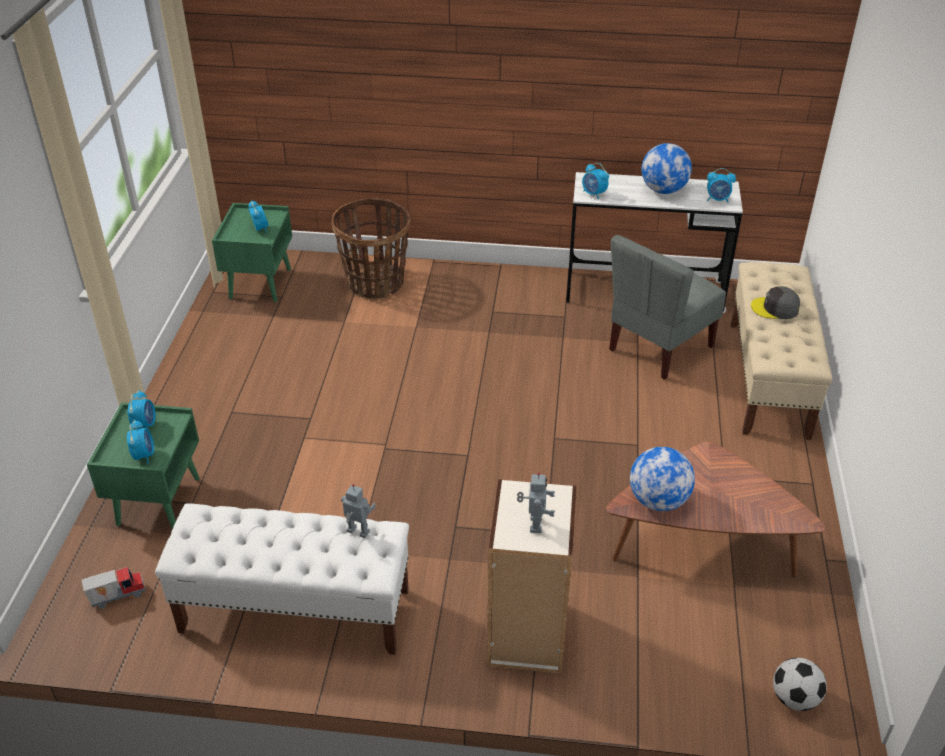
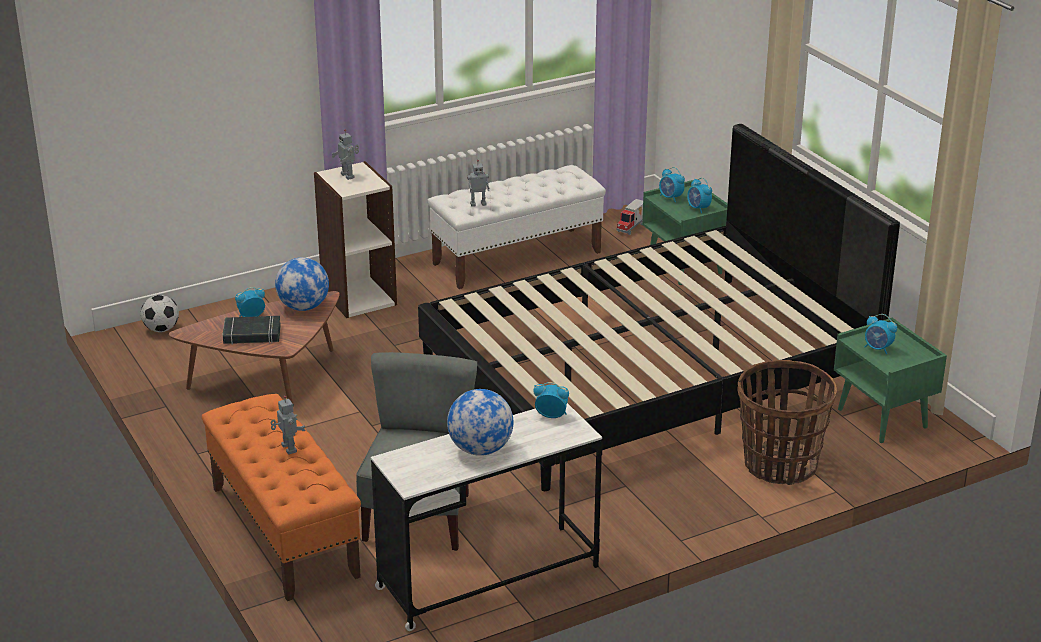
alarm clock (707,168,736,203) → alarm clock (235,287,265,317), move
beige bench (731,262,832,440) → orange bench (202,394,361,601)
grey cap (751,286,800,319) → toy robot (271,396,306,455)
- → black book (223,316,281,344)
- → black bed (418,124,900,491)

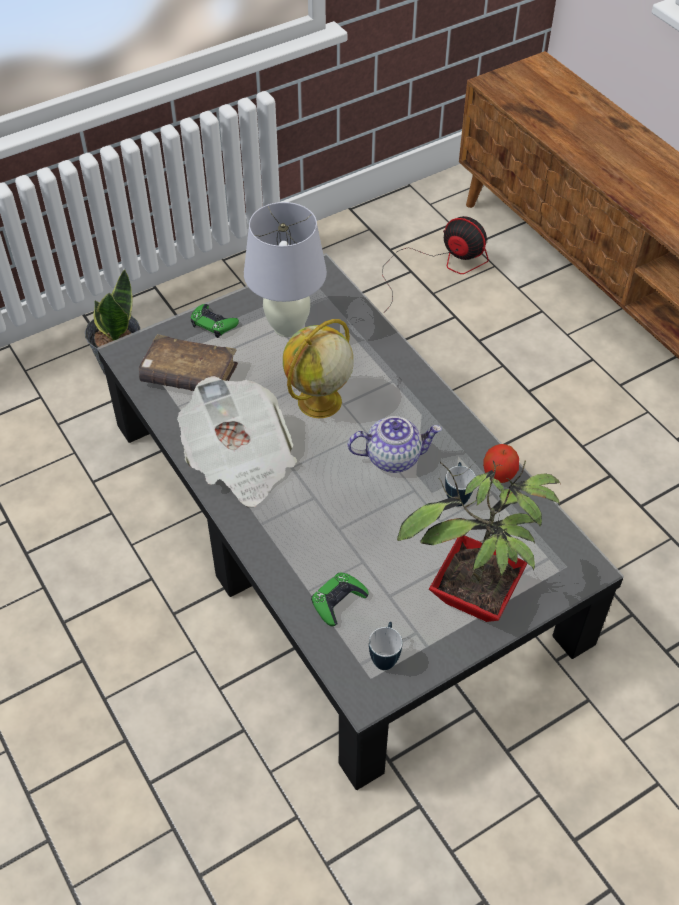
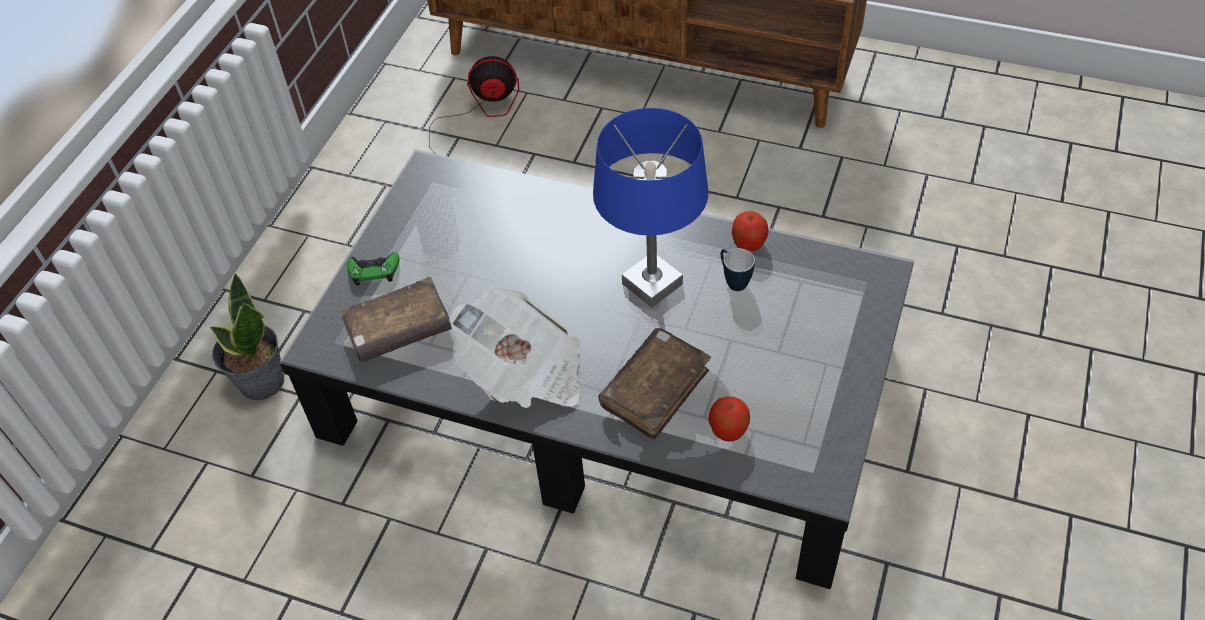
white table lamp (244,202,327,337) → -
globe (283,319,354,418) → -
green game controller (311,572,368,626) → apple (709,396,750,442)
teapot (348,416,442,473) → blue table lamp (593,108,709,308)
mug (369,622,402,670) → -
potted plant (397,460,561,622) → -
- → brown book (598,328,711,441)

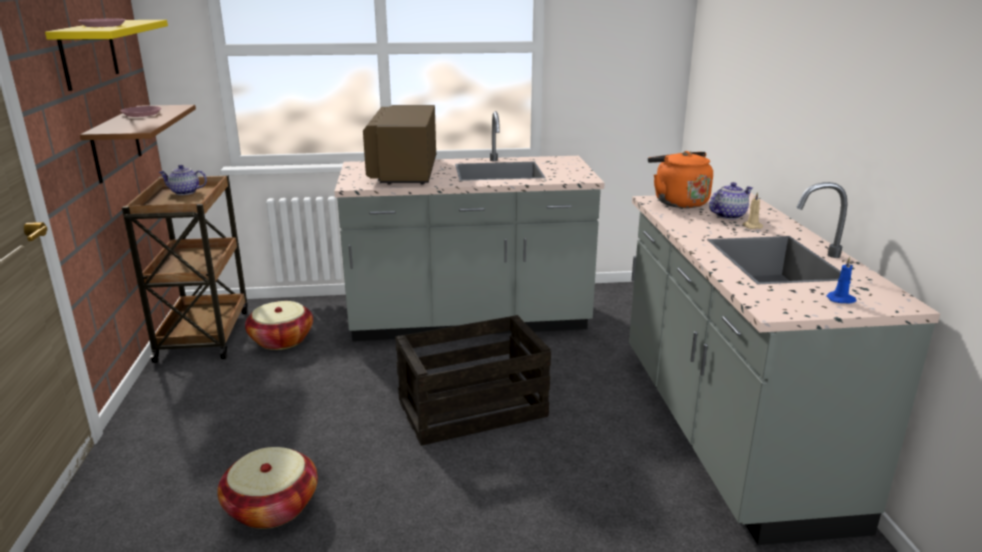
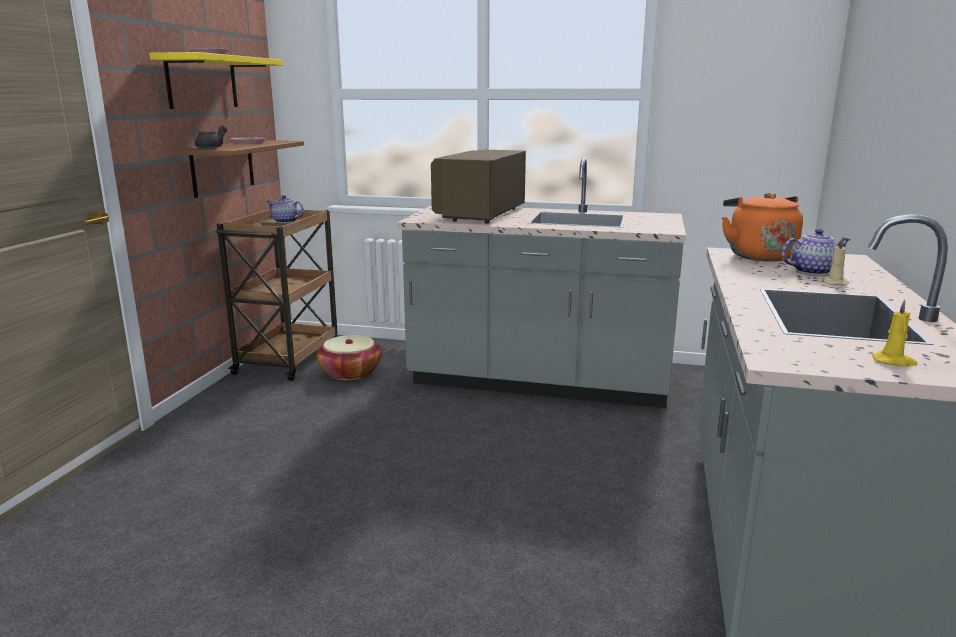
basket (217,447,318,529) → -
crate (395,315,551,446) → -
blue candle (827,257,856,303) → yellow candle (872,300,917,367)
- → grey teapot (195,126,227,149)

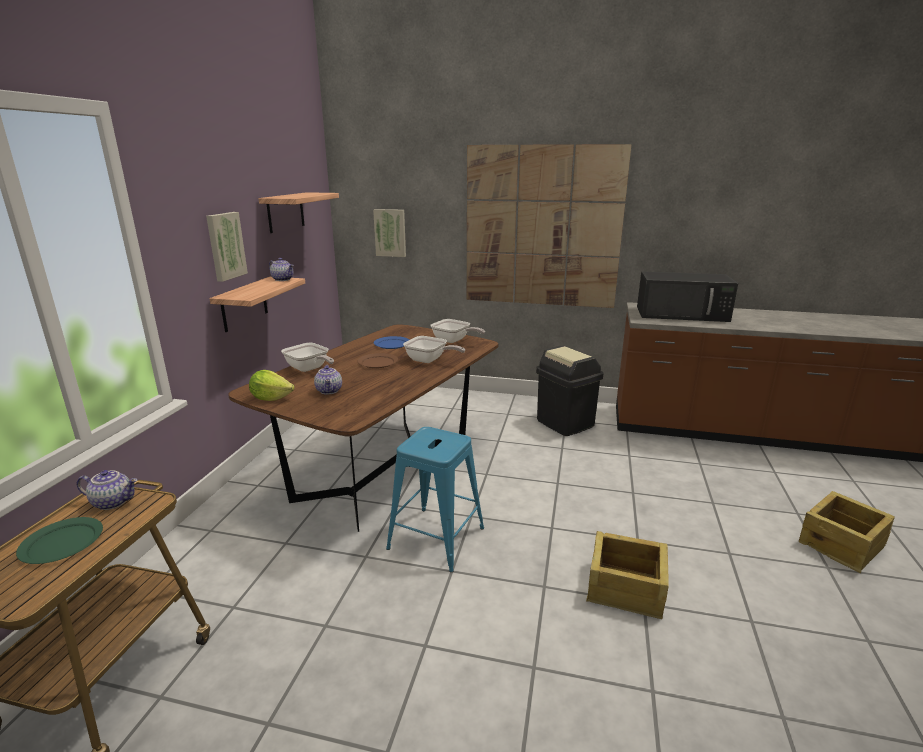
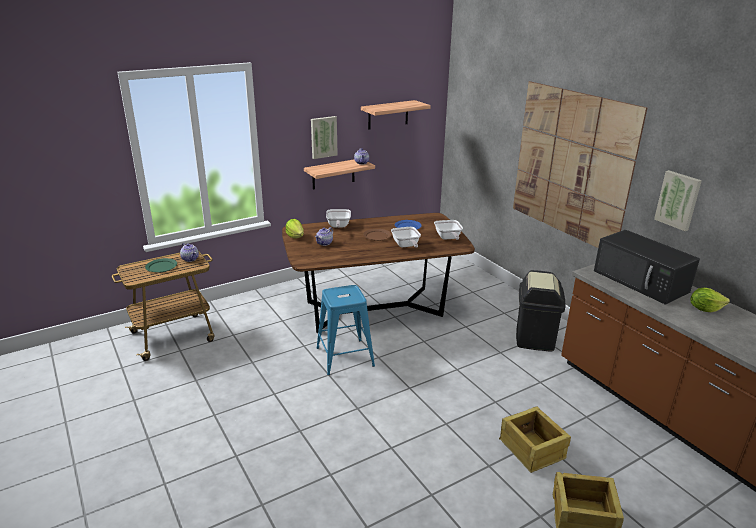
picture (373,209,406,257) → picture (654,170,702,231), move
crate (586,531,669,619) → crate (499,406,571,473), move
- → lettuce (690,288,730,312)

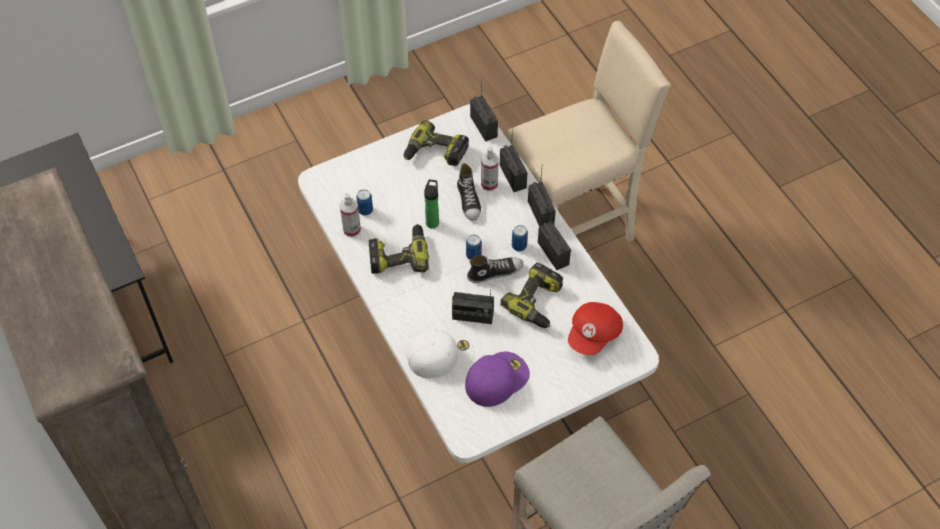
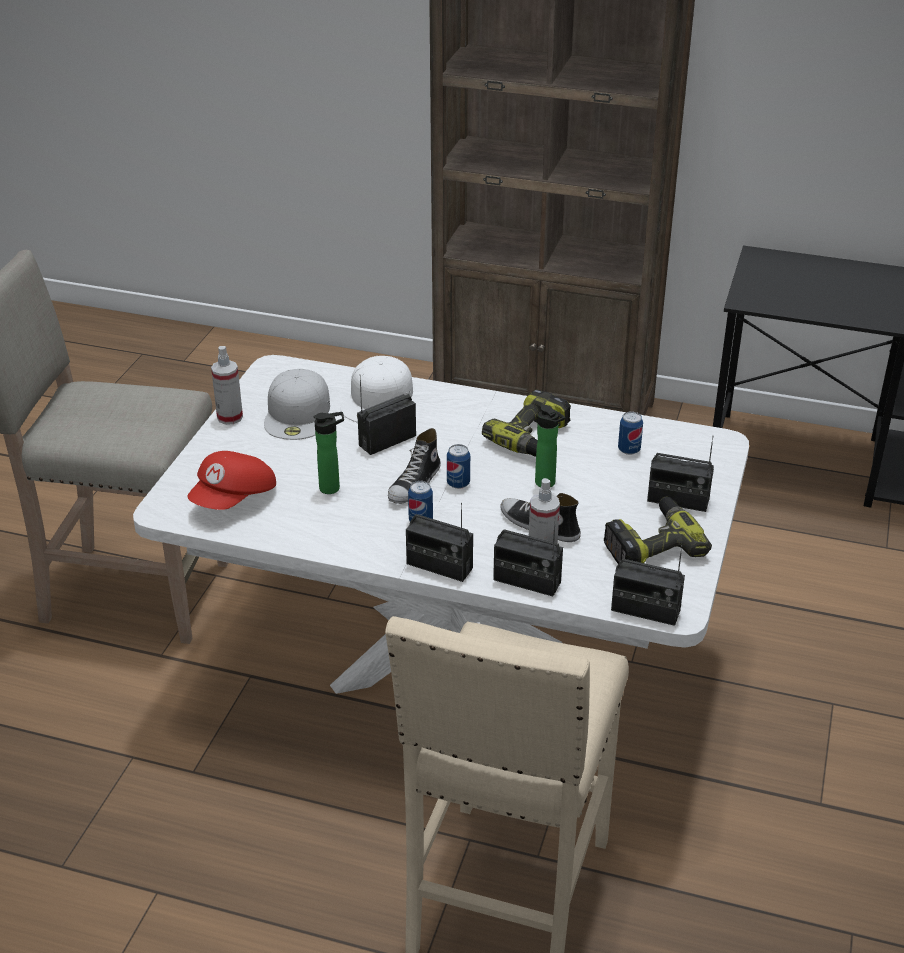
spray bottle (339,193,361,237) → spray bottle (211,346,243,425), move
purple cap (465,352,530,407) → white cap (264,369,330,440)
power drill (500,263,563,328) → bottle (313,412,344,494)
radio (538,205,571,270) → radio (647,436,714,512), move
red cap (568,302,623,355) → red cap (187,451,276,510), 135 degrees counterclockwise

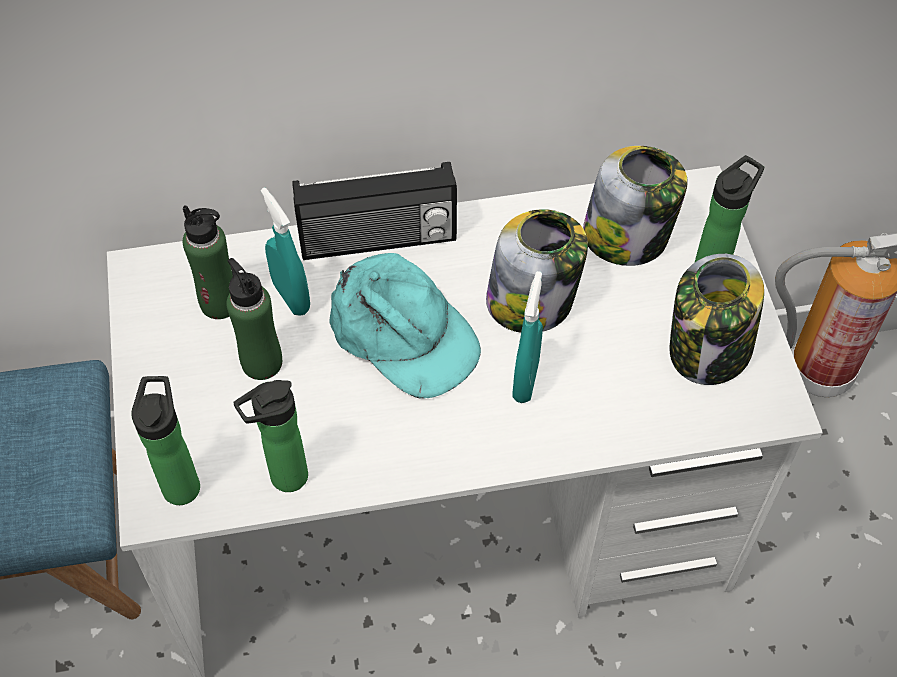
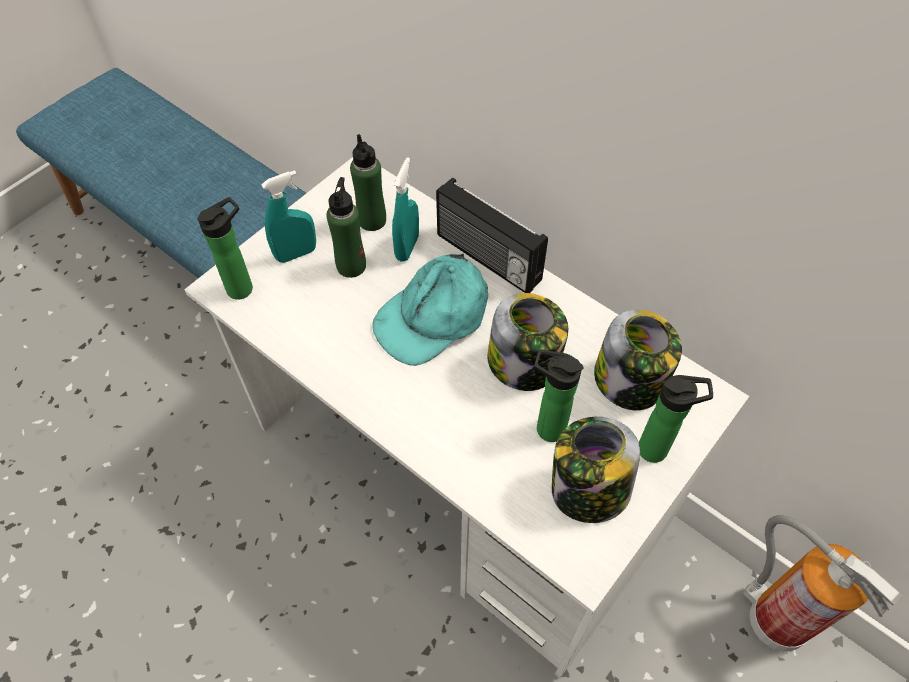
bottle (233,380,308,492) → bottle (534,349,584,442), move
turquoise cap (330,253,481,398) → turquoise cap (372,254,488,366), 45 degrees clockwise
turquoise spray bottle (512,271,543,403) → turquoise spray bottle (261,170,316,263), move

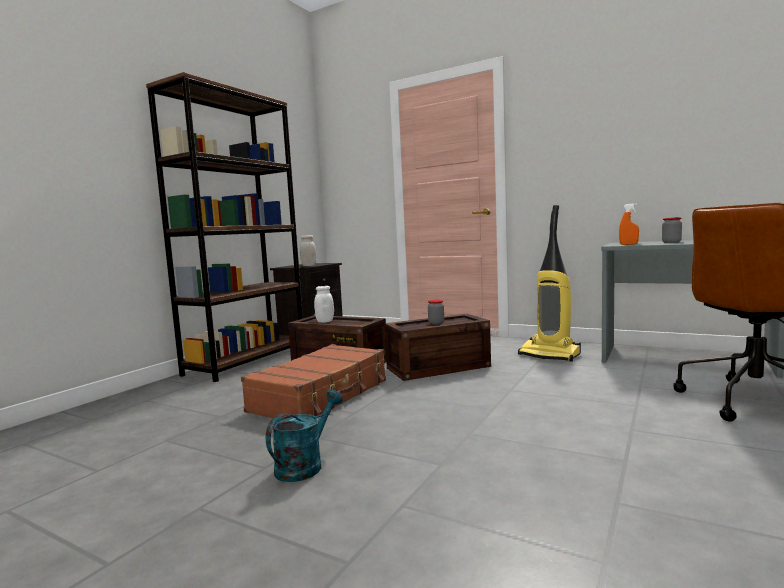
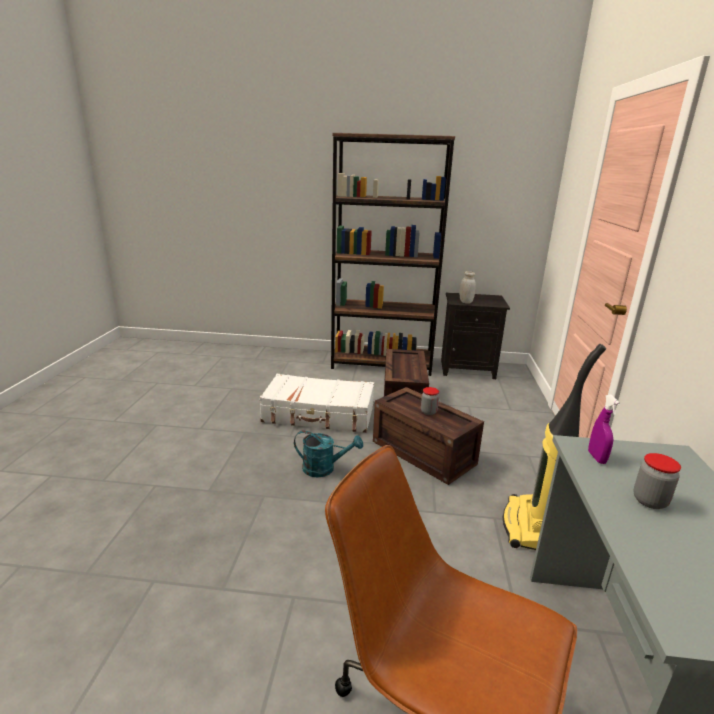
brown suitcase (241,344,386,419) → white suitcase (259,374,374,433)
turquoise watering can (266,389,343,482) → turquoise watering can (294,431,363,478), move
white jar (314,286,334,323) → -
orange spray bottle (619,203,639,245) → purple spray bottle (588,395,620,464)

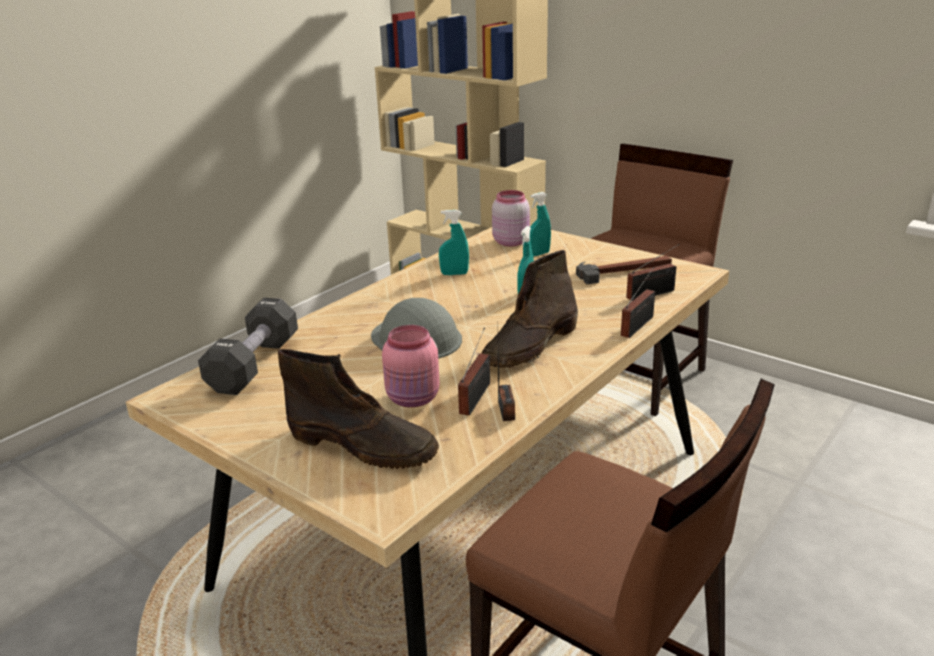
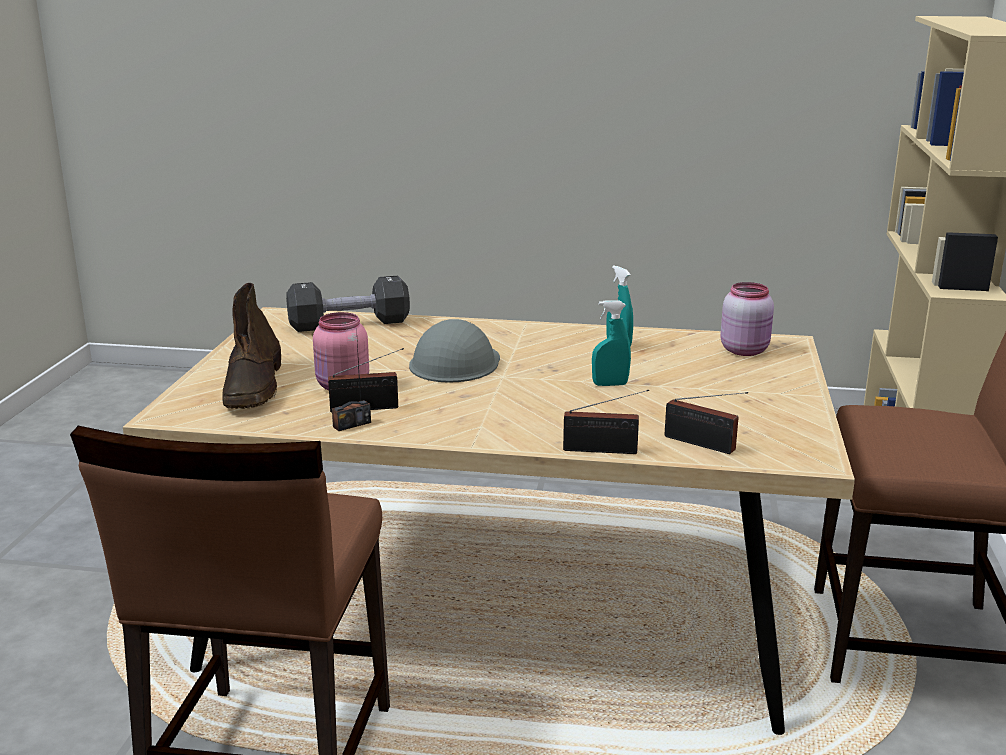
brown boot (481,250,578,368) → -
turquoise spray bottle (530,192,551,257) → -
hammer (576,256,672,284) → -

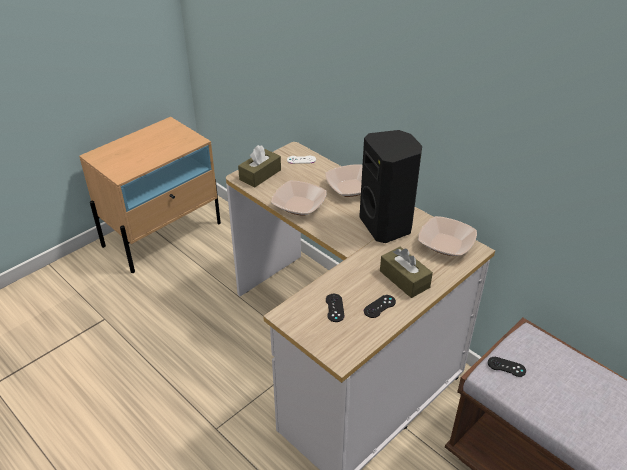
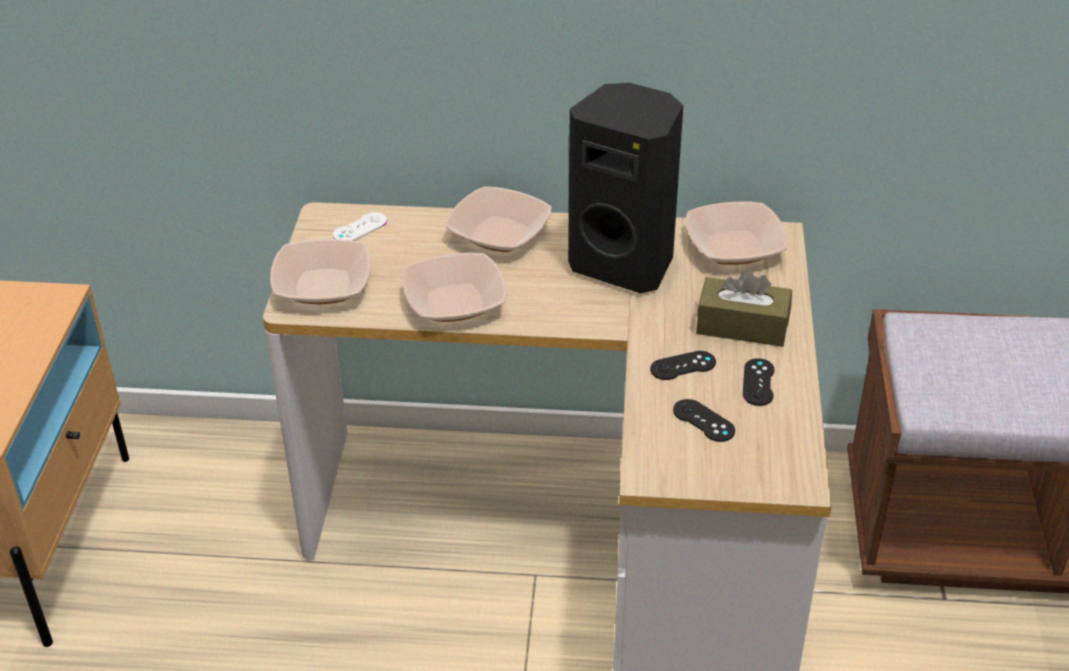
brown tissue box (238,145,281,188) → bowl (270,239,371,304)
black game controller (488,357,526,377) → black game controller (650,351,716,380), move

